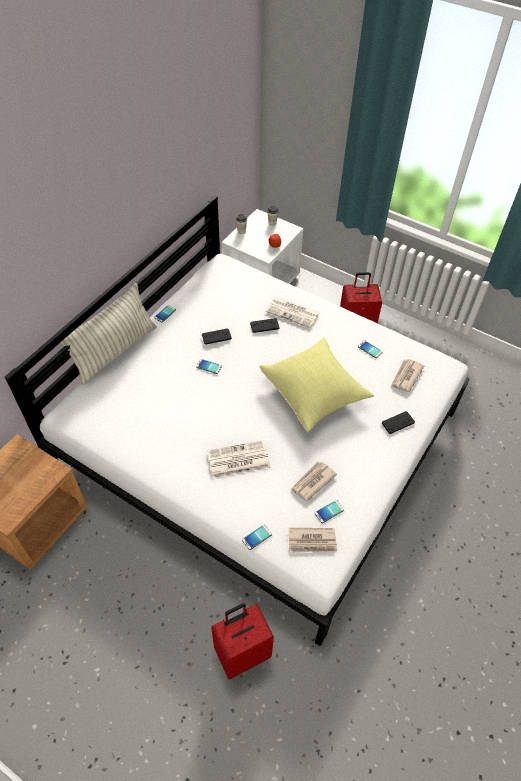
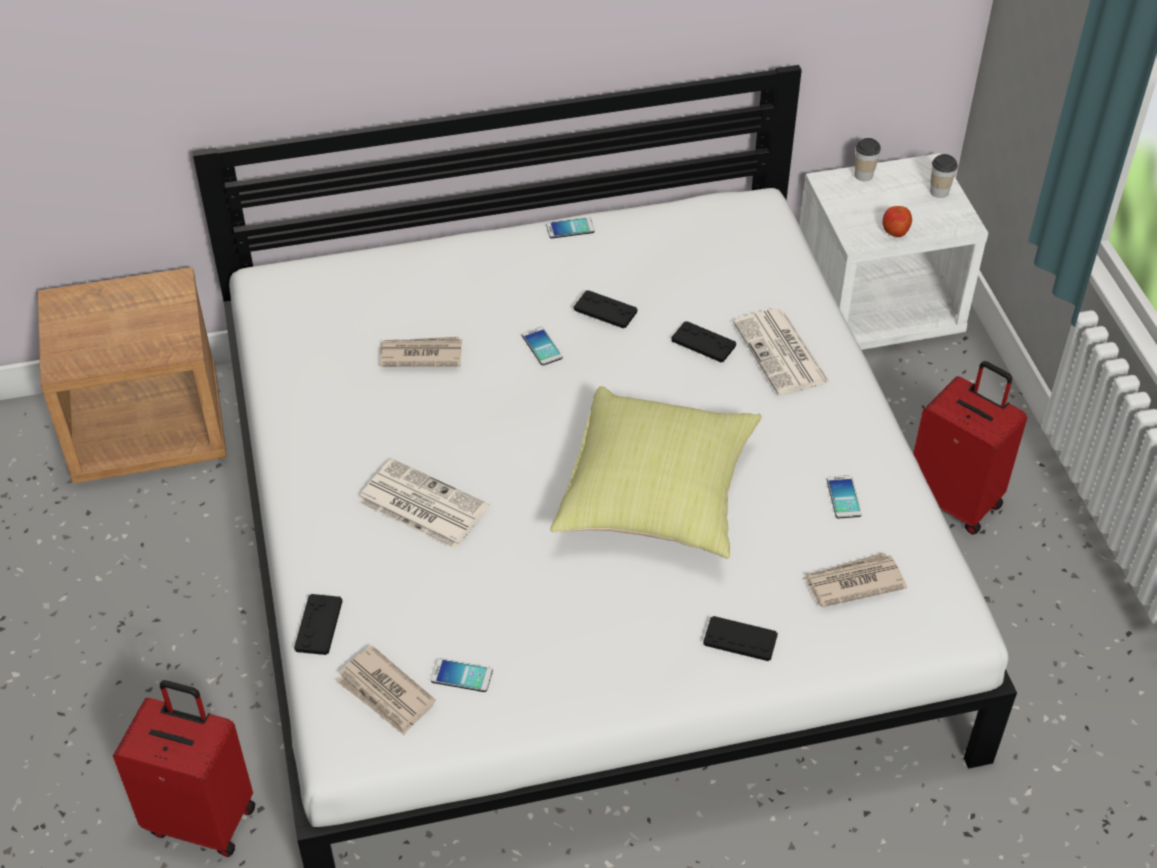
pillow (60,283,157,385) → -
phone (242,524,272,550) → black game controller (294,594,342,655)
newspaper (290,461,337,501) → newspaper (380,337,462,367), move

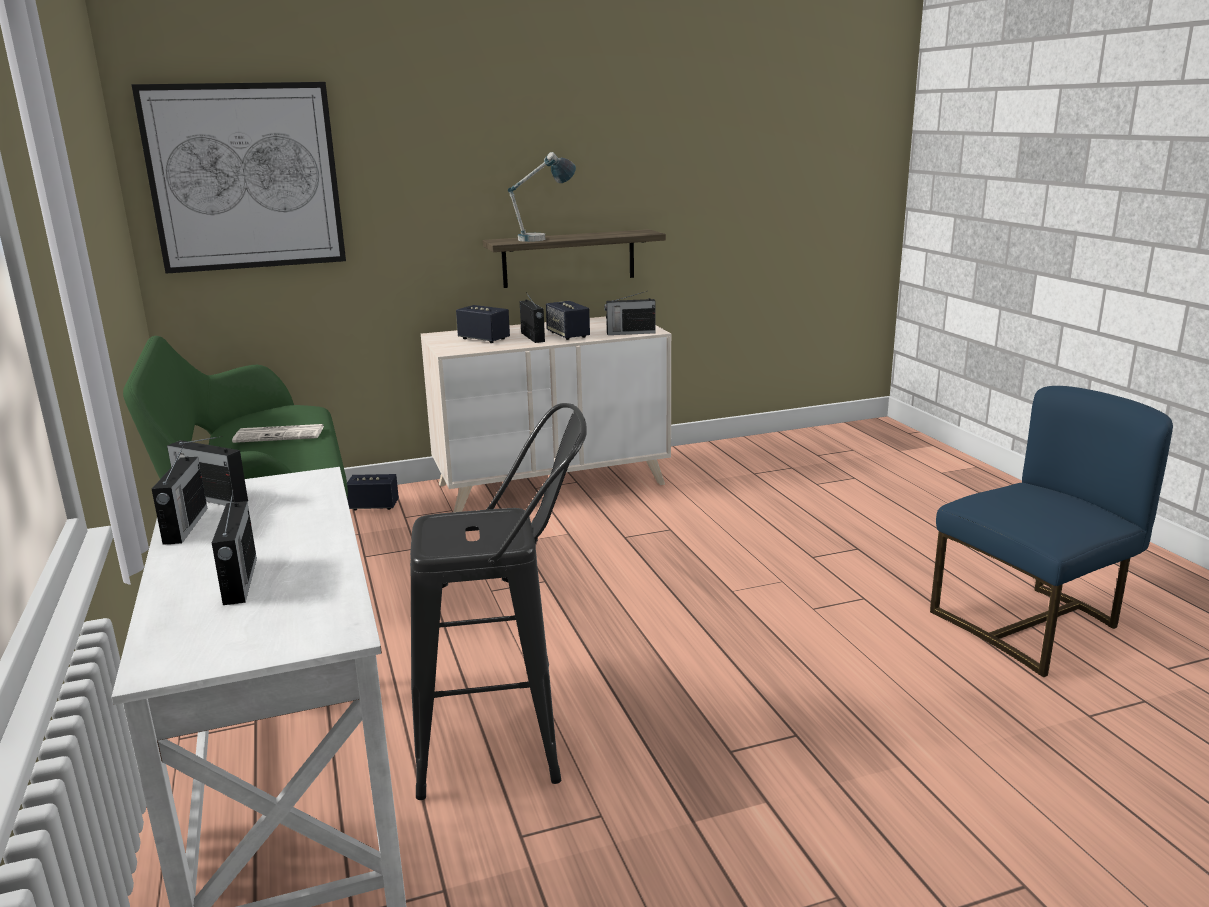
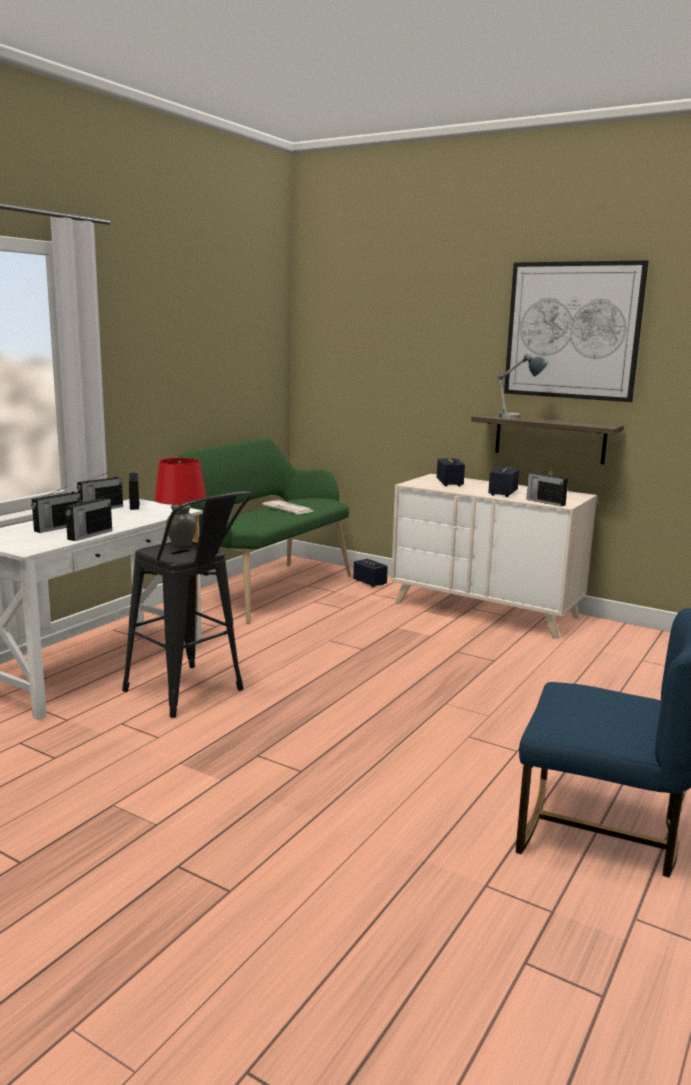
picture (131,82,346,274) → picture (504,260,649,402), move
radio (520,294,545,343) → radio (65,491,112,541), move
- → red table lamp (154,458,206,547)

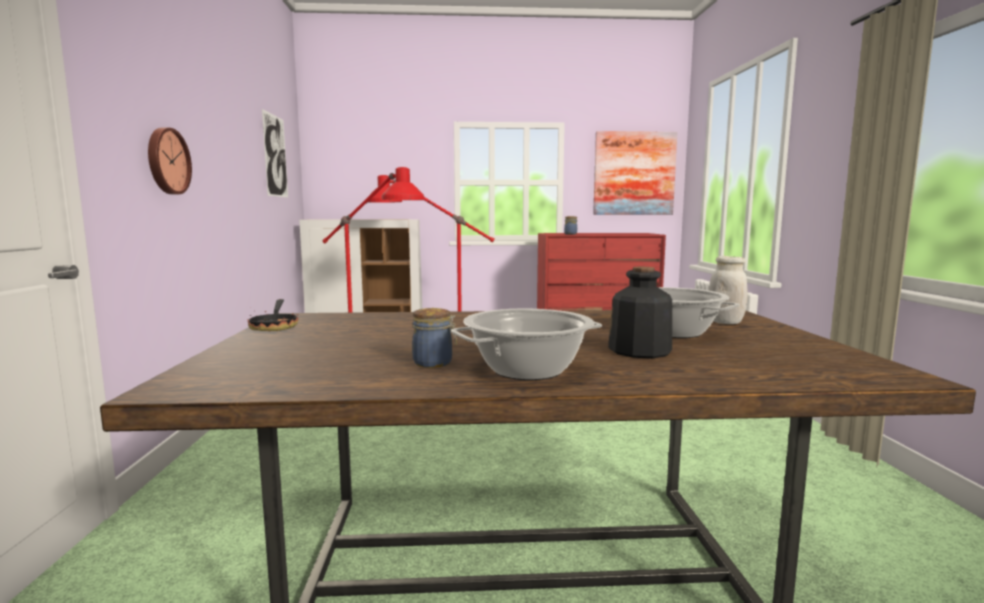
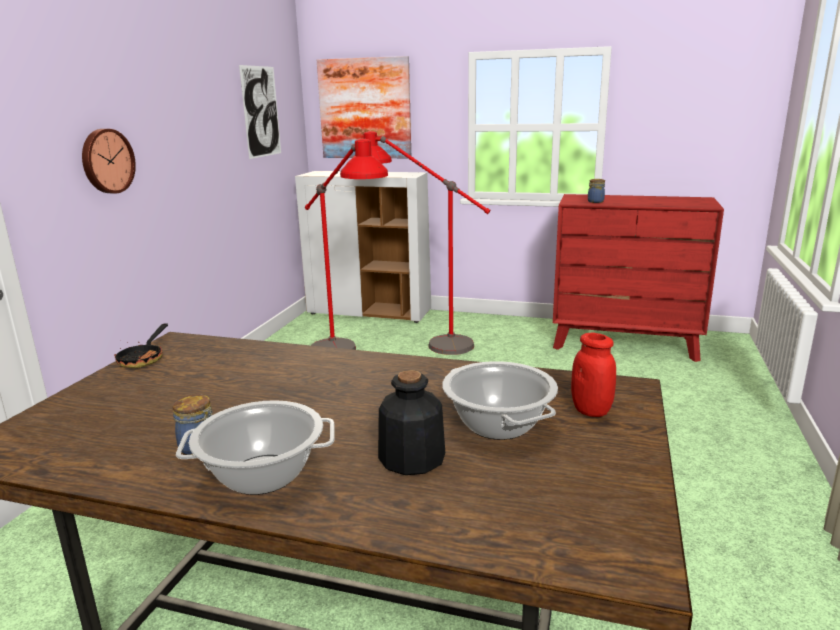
picture (593,131,678,215) → picture (317,56,411,158), move
white jar (709,256,747,324) → red jar (571,333,616,417)

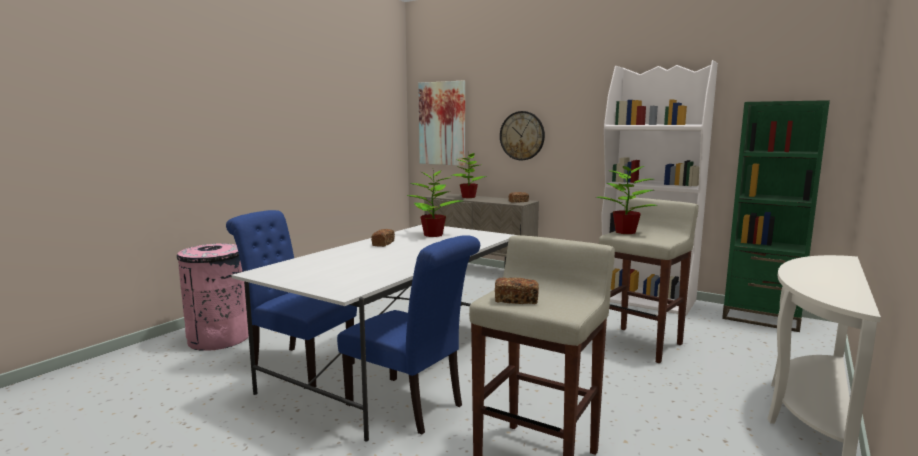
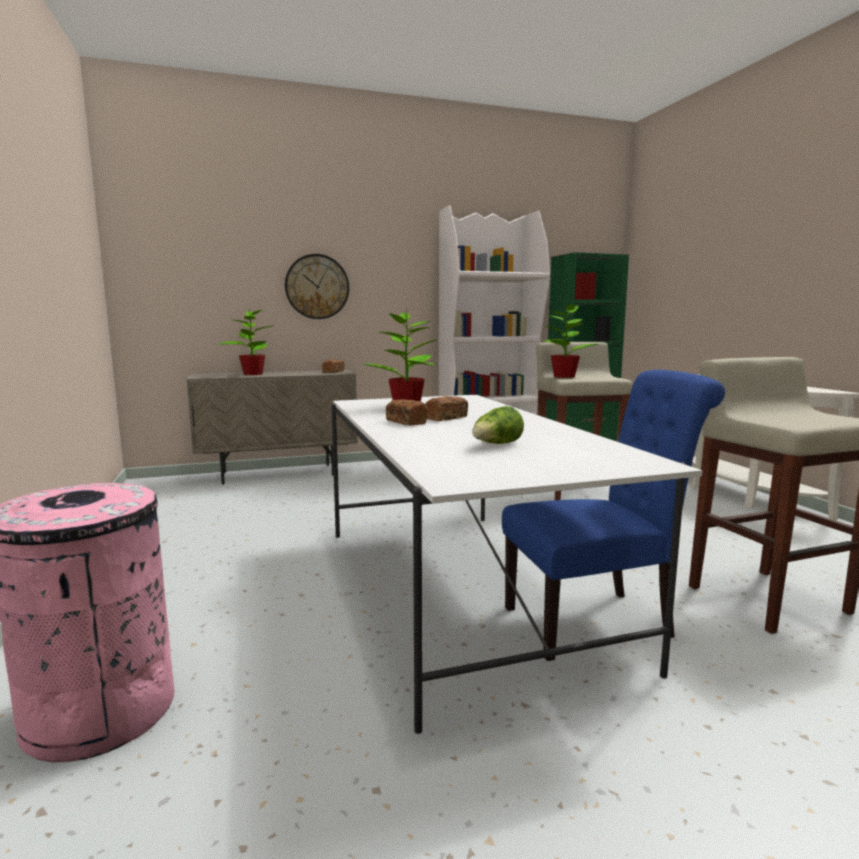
blue chair (226,210,357,387) → -
picture (418,80,465,166) → -
bread (495,277,539,304) → bread (425,396,468,421), move
- → lettuce (472,406,524,444)

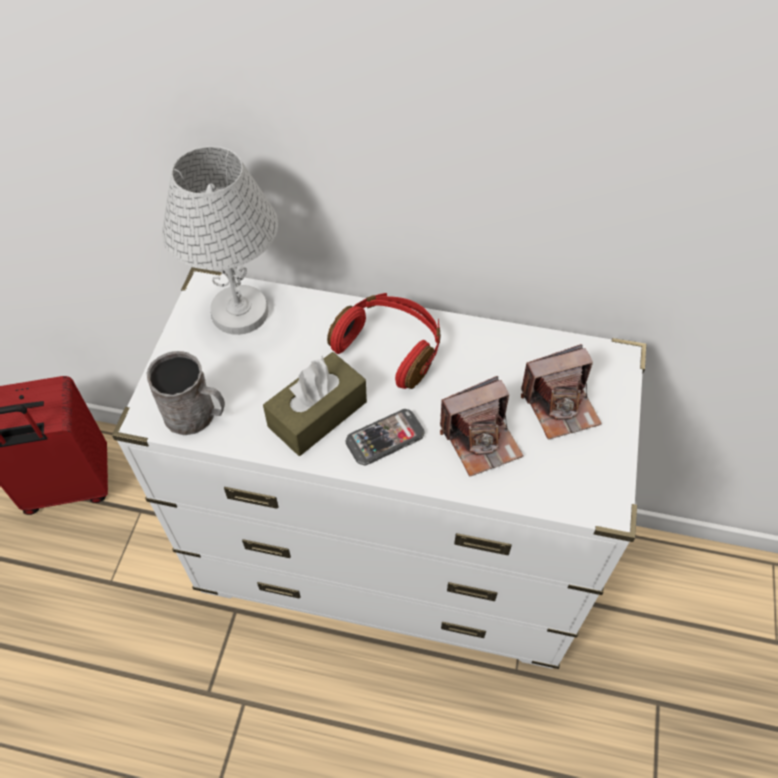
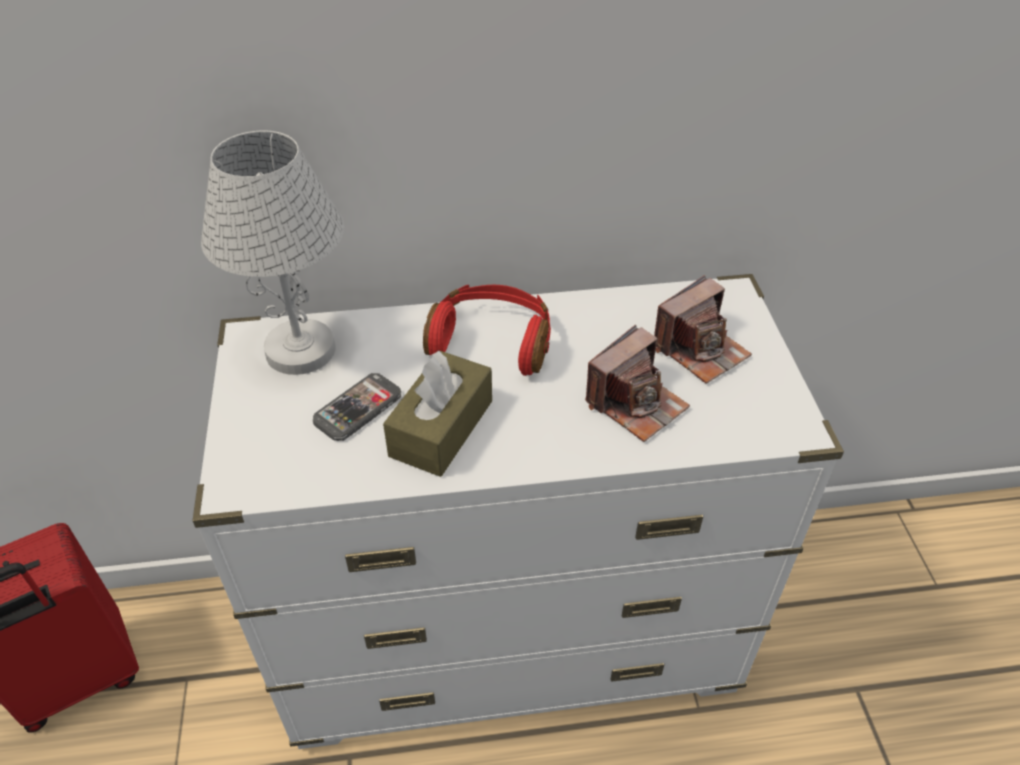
grey mug (147,351,225,435) → -
phone (346,409,425,465) → phone (313,373,401,441), move

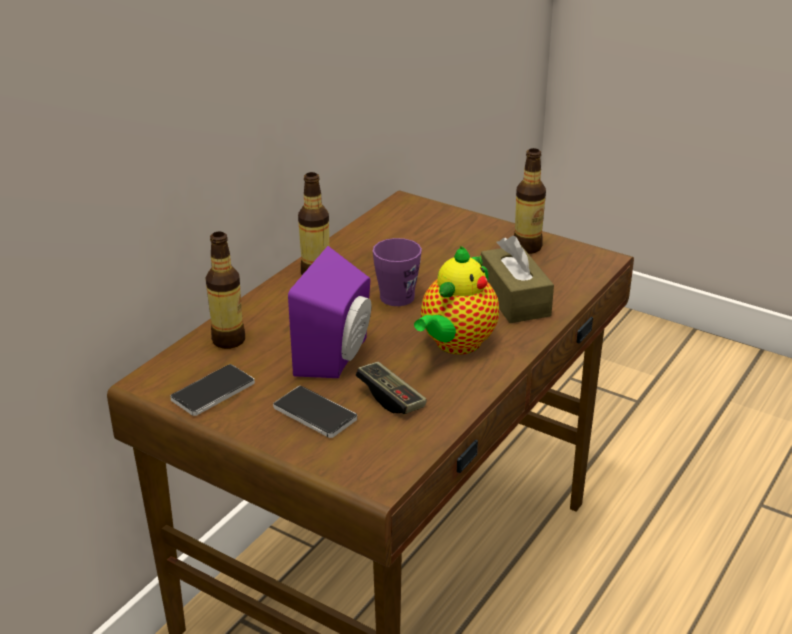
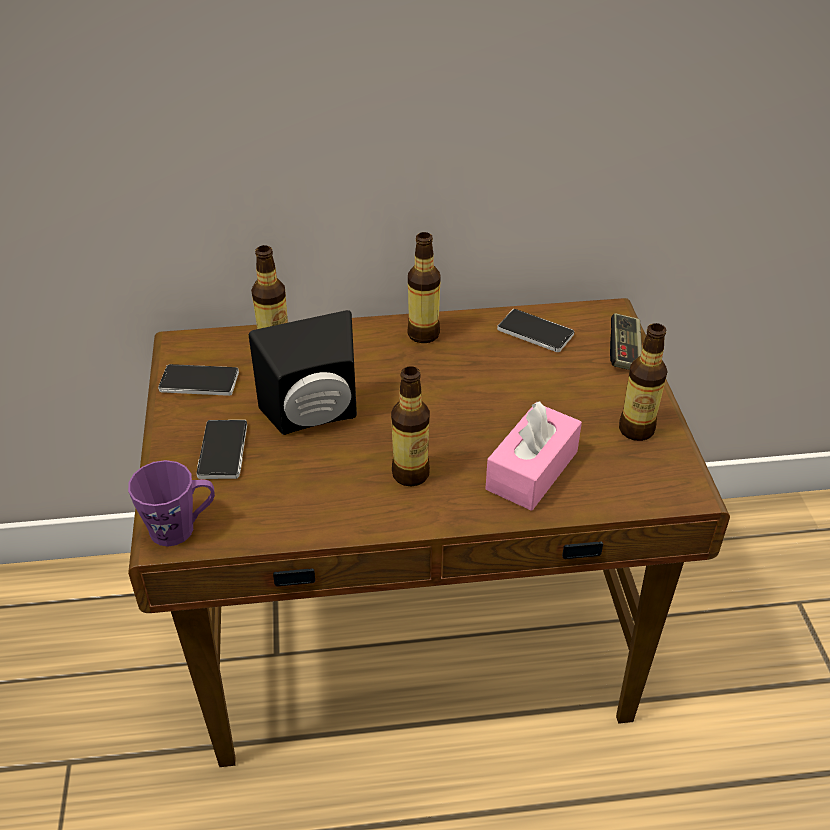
purple speaker (288,246,371,378) → black speaker (249,310,357,435)
game controller (356,362,427,414) → game controller (610,313,642,370), move
purple mug (373,238,422,306) → purple mug (128,460,215,547), move
teapot (414,246,499,354) → bottle (391,366,430,487)
brown tissue box (481,236,554,323) → pink tissue box (485,401,582,511)
- → phone (497,309,574,352)

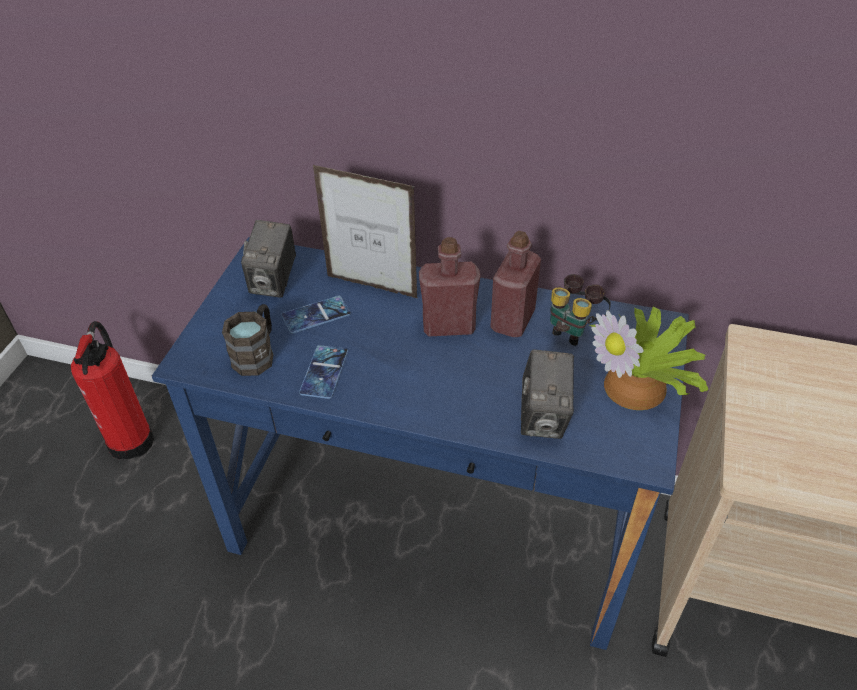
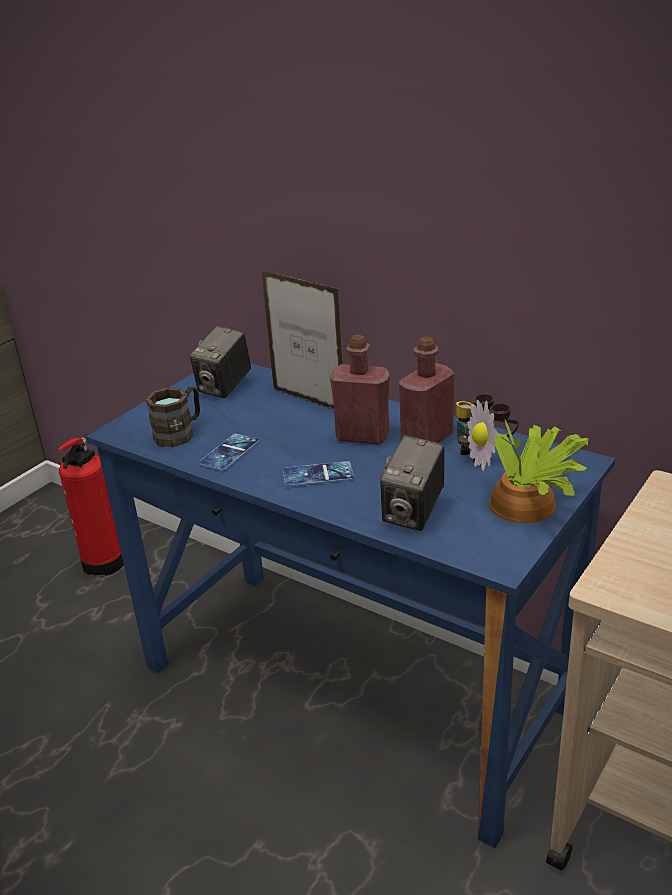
phone (281,296,351,334) → phone (283,461,354,487), move

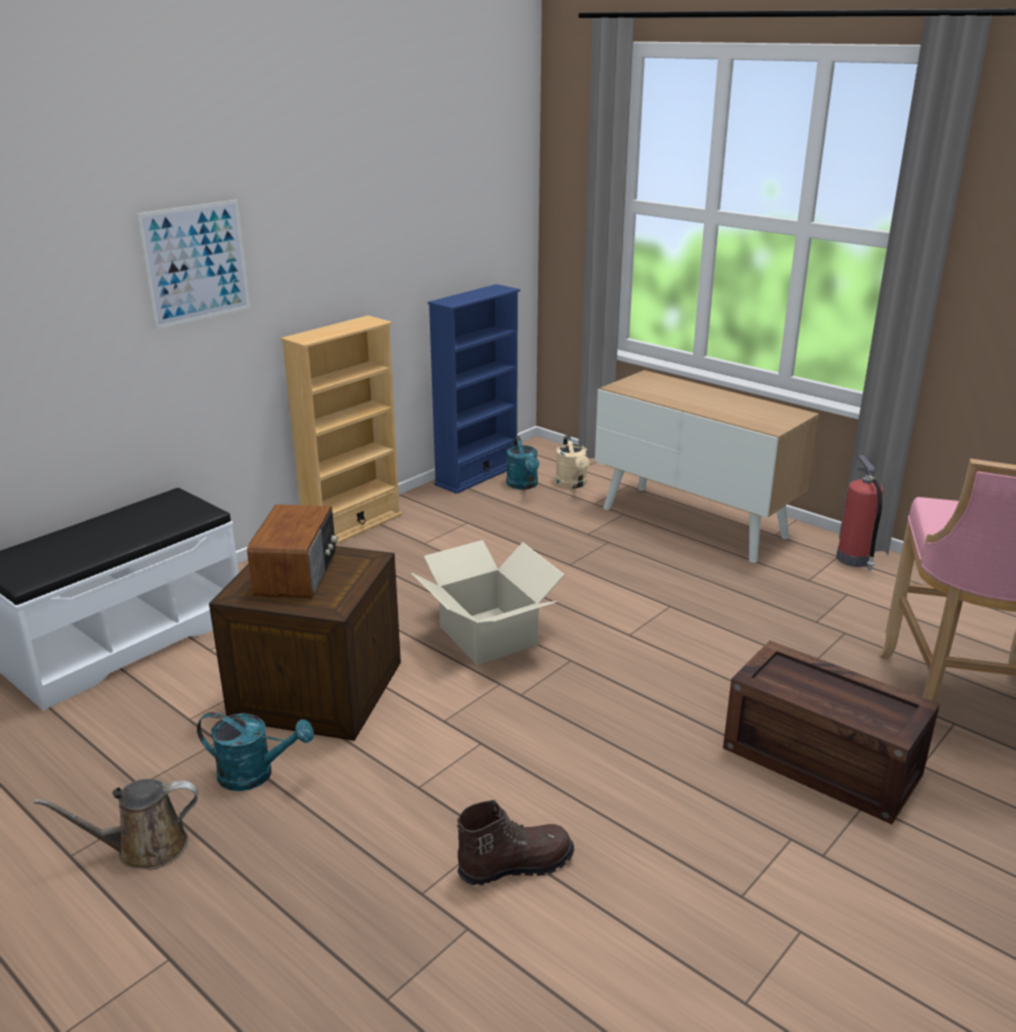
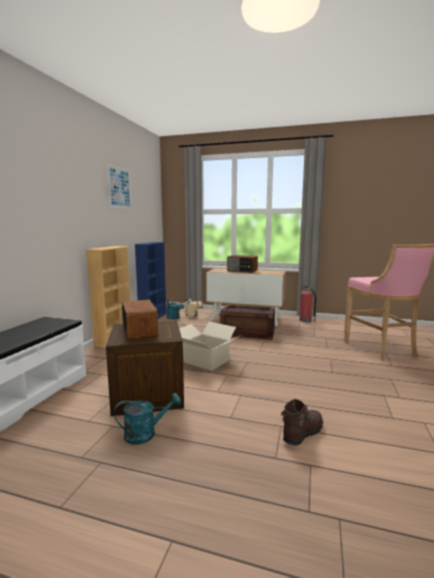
brown watering can (34,779,198,870) → -
picture (137,200,250,329) → picture (107,164,132,209), move
crate (723,641,940,824) → crate (220,305,275,340), move
- → radio (227,255,258,273)

